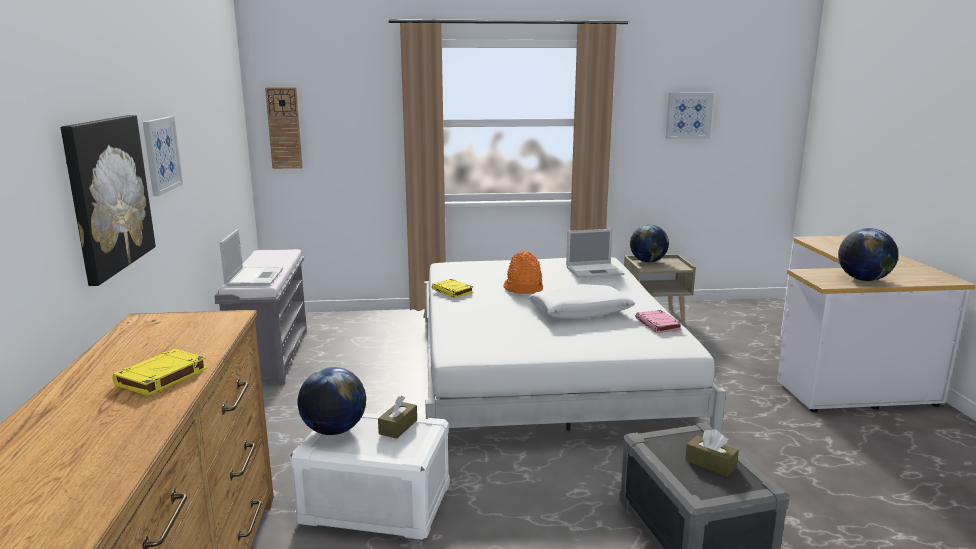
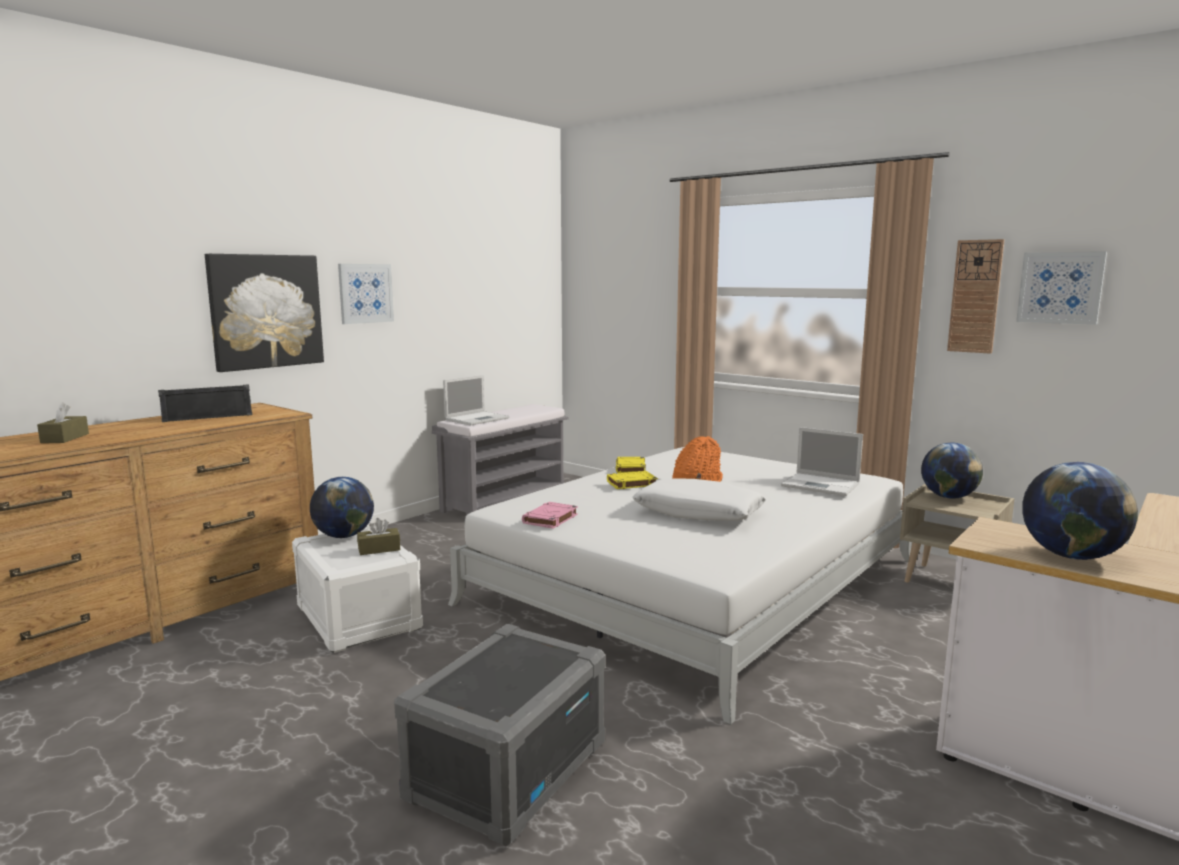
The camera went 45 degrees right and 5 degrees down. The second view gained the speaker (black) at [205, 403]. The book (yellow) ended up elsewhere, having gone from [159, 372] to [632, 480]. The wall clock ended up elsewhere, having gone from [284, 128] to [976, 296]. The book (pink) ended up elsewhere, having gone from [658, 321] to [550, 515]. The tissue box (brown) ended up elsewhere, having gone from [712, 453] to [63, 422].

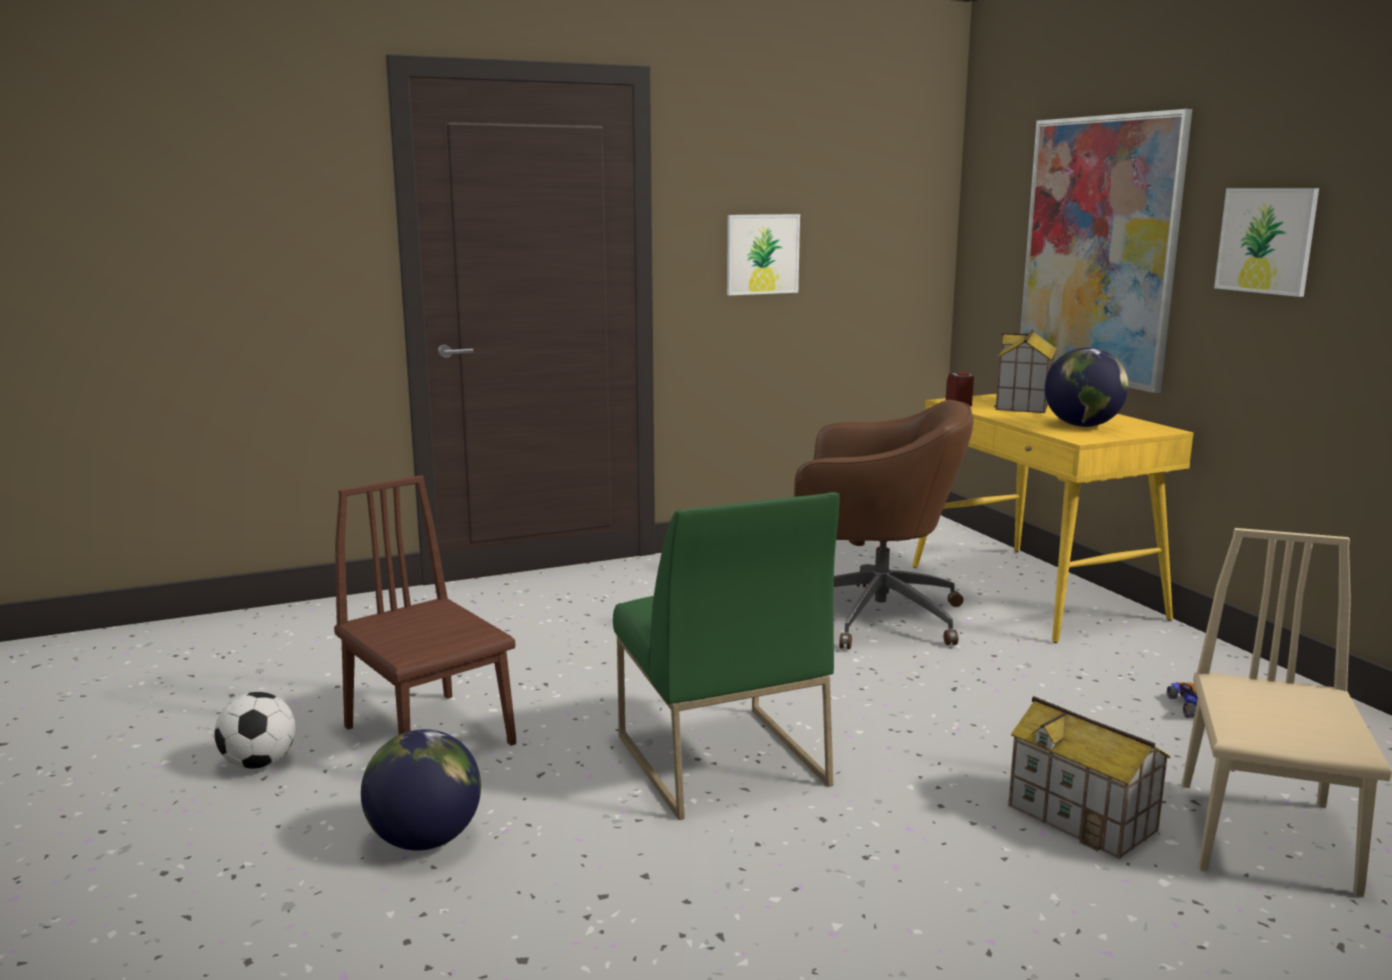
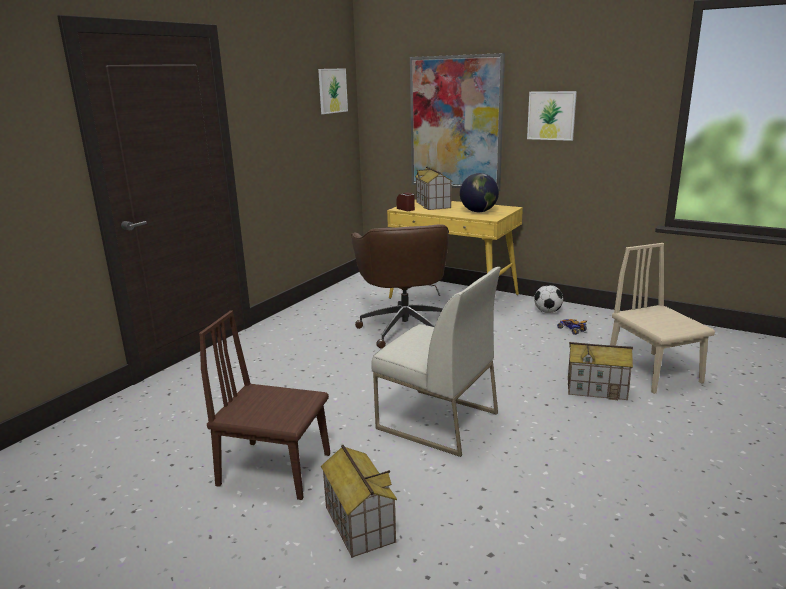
The camera went 35 degrees left and 5 degrees up. The football ended up elsewhere, having gone from [255, 730] to [548, 299]. The picture ended up elsewhere, having gone from [763, 254] to [333, 91]. Where the globe stood at [421, 790], the toy house came to stand at [359, 501]. What was the chair (green) at [726, 656] turned into the chair (white) at [436, 362]. The office chair (brown) at [884, 524] ended up facing another way, 105 degrees clockwise from before.

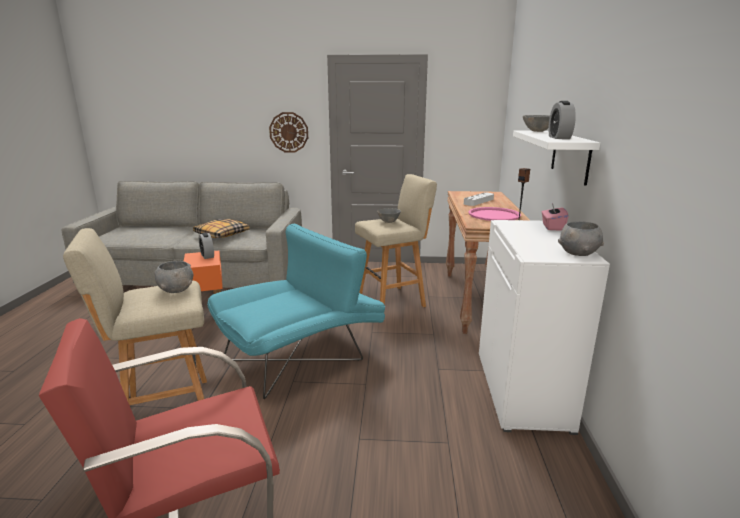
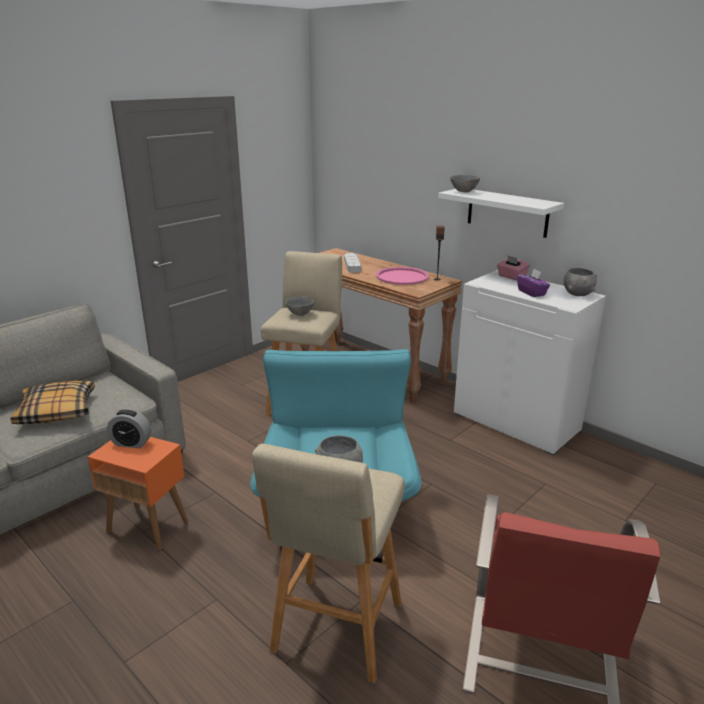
The camera went 50 degrees left and 5 degrees up. The second view lost the wall clock at [288, 132]. The second view lost the alarm clock at [562, 120]. The second view gained the tissue box (purple) at [533, 283].

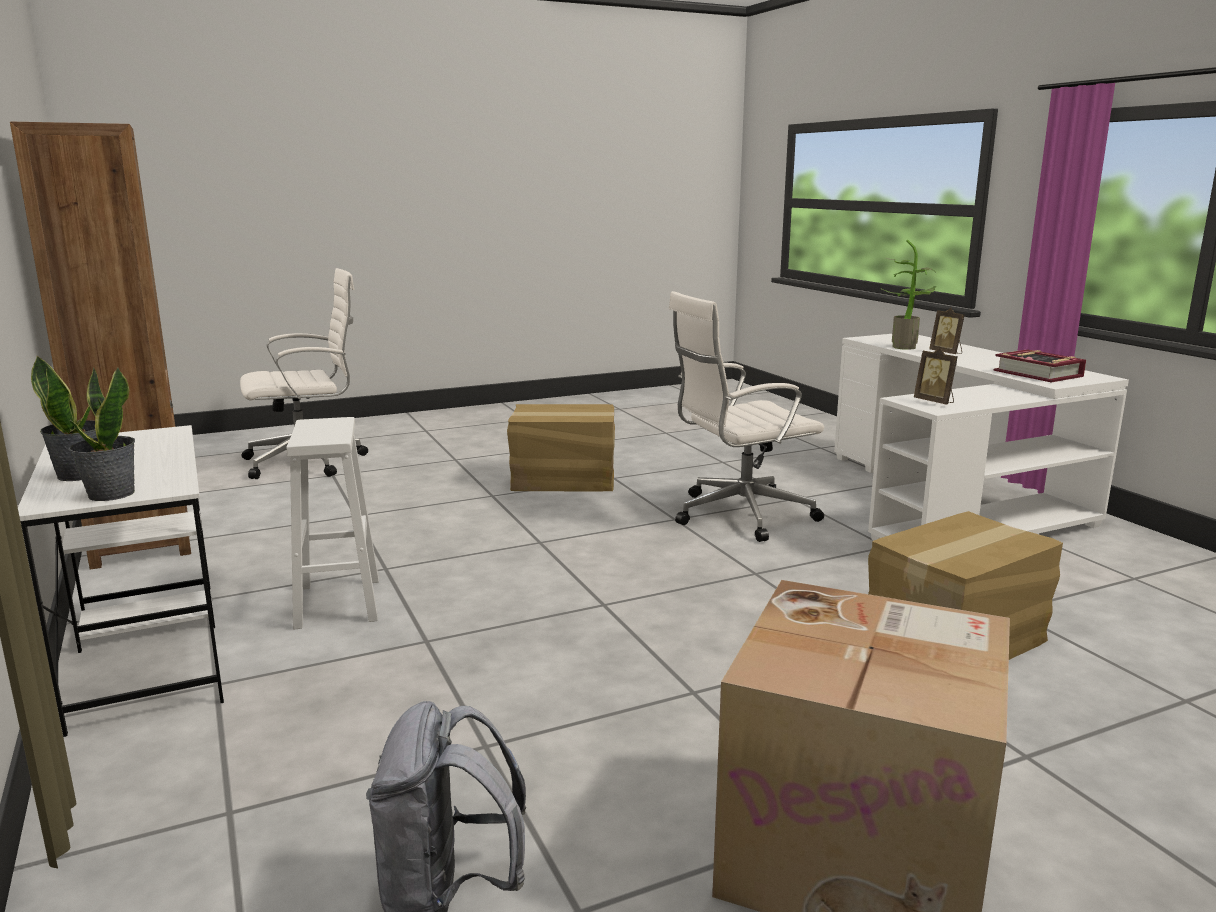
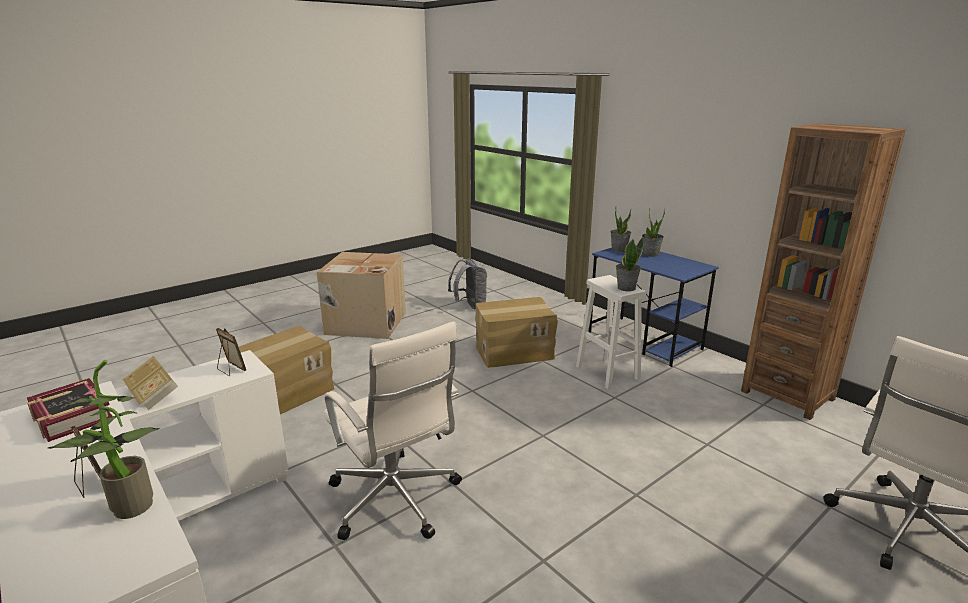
The camera went 165 degrees right and 5 degrees up. The second view gained the book at [150, 383]. The second view gained the potted plant at [629, 264]. The cardboard box ended up elsewhere, having gone from [561, 447] to [516, 332]. What was the desk (white) at [121, 581] turned into the desk (blue) at [654, 307]. The office chair (white) at [746, 416] ended up facing another way, 90 degrees clockwise from before.

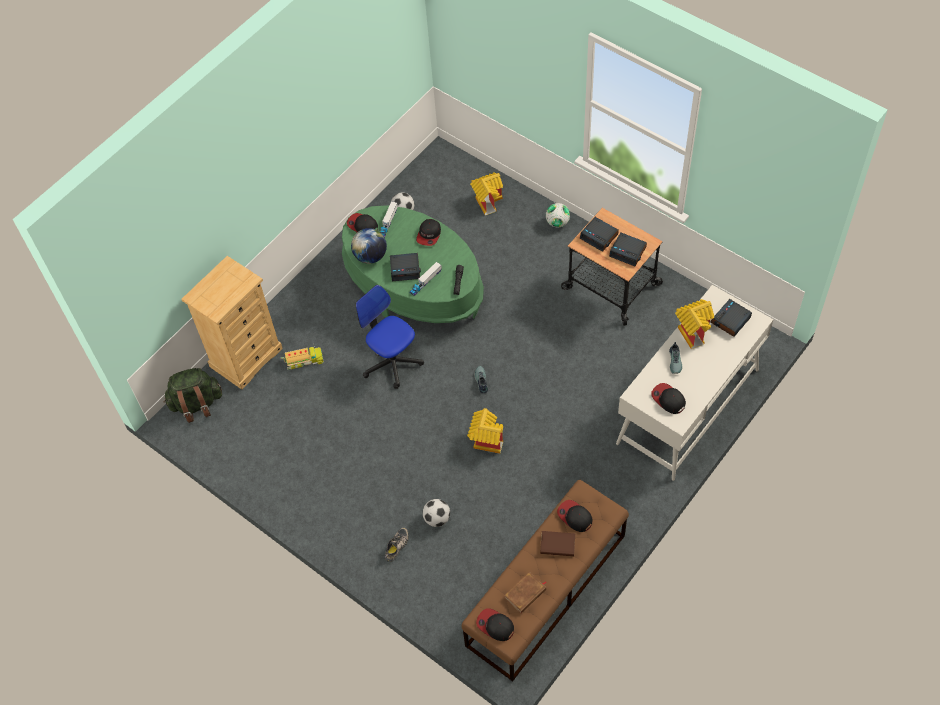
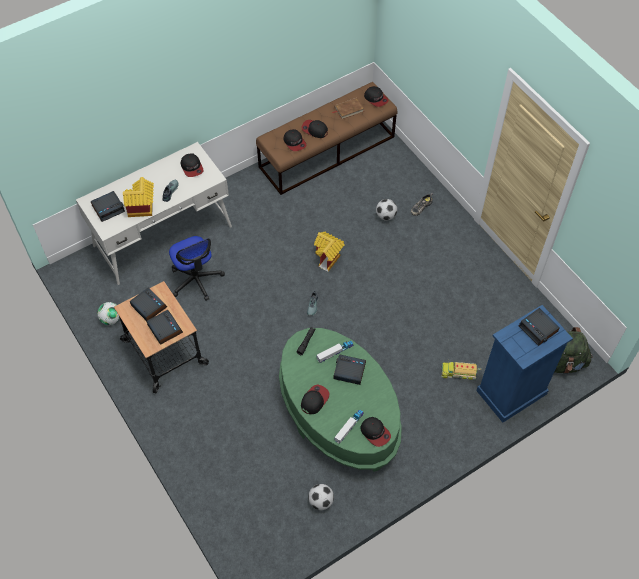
The camera went 165 degrees left and 0 degrees up. The second view lost the globe at [369, 246]. The second view lost the toy house at [486, 193]. The second view gained the alarm clock at [539, 327]. The office chair ended up elsewhere, having gone from [390, 337] to [197, 268]. The football ended up elsewhere, having gone from [558, 215] to [108, 313]. Where the book (brown) stood at [557, 543], the cap came to stand at [314, 129]. What was the dresser (beige) at [232, 323] turned into the dresser (blue) at [524, 364].

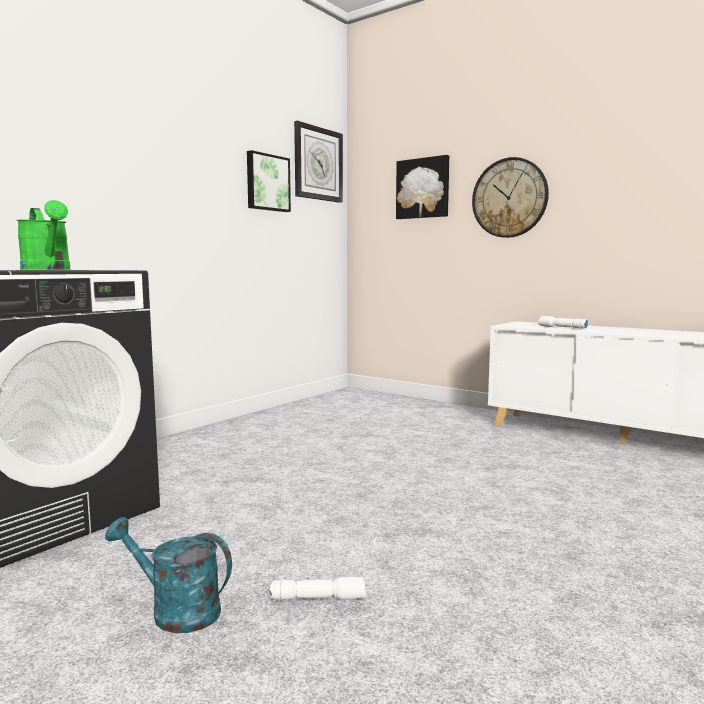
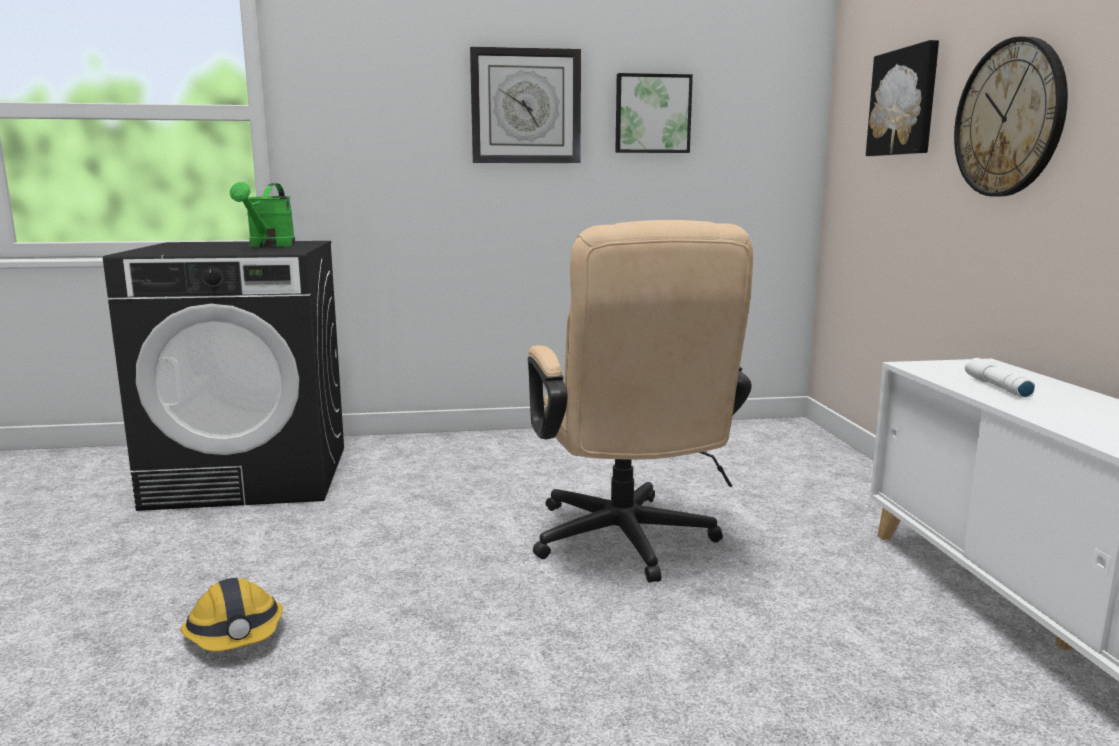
The camera went 45 degrees right and 5 degrees up. The second view lost the watering can (turquoise) at [168, 575]. The second view gained the office chair (beige) at [640, 401]. The wall clock ended up elsewhere, having gone from [318, 162] to [525, 105]. Where the flashlight (white) stood at [318, 588], the hard hat came to stand at [232, 615].

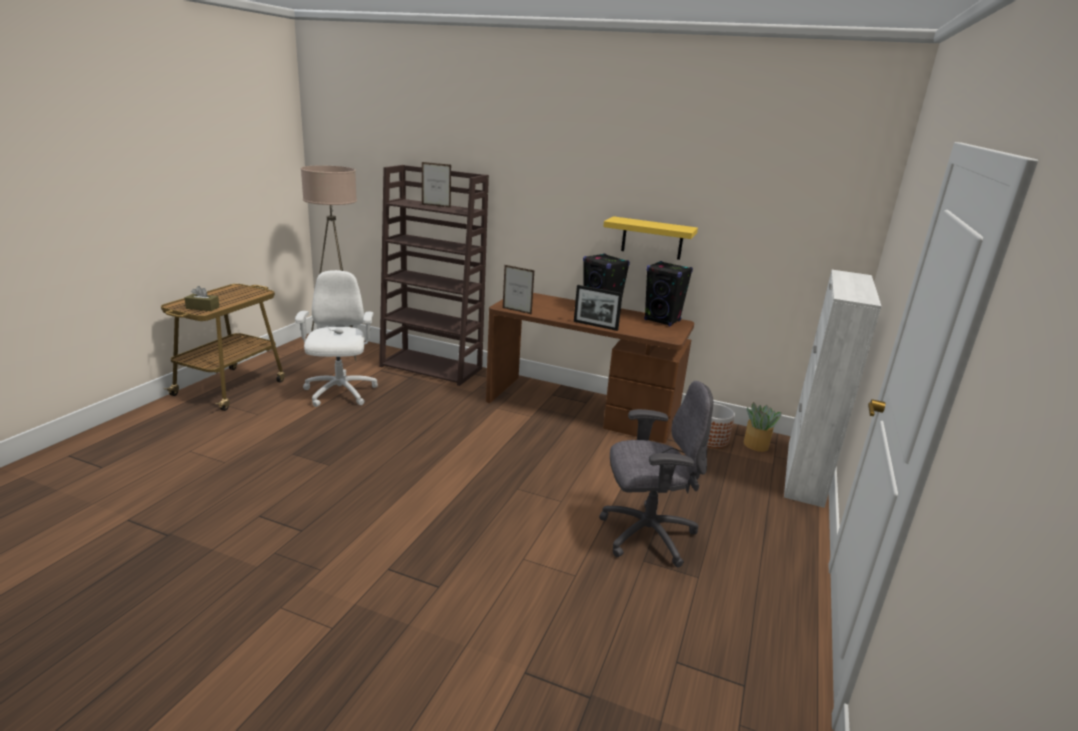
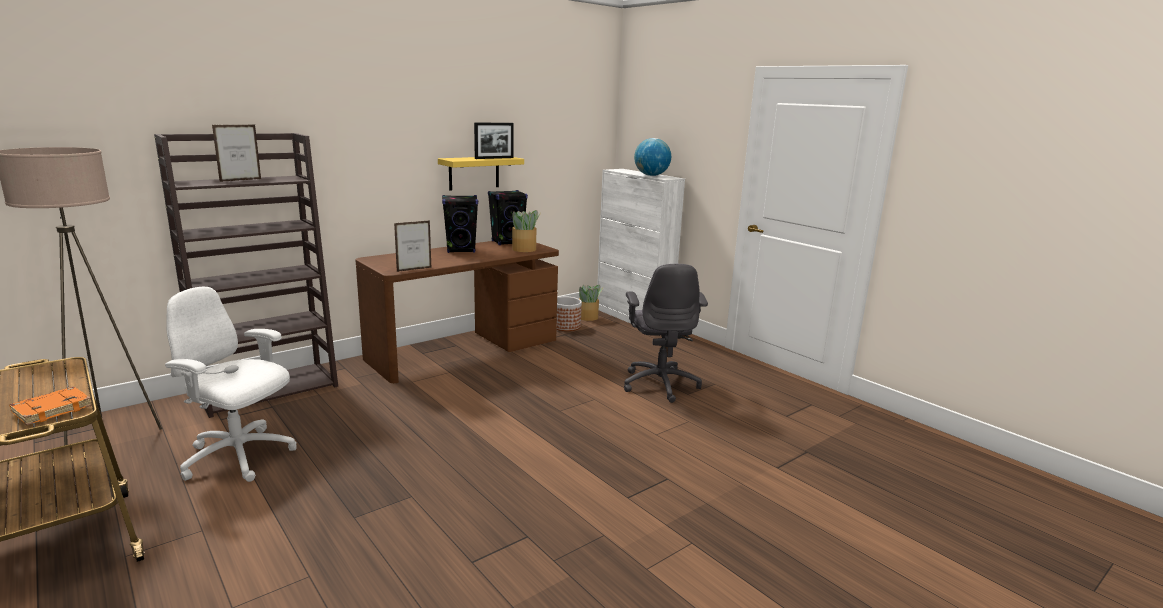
The camera went 60 degrees left and 5 degrees down. The second view gained the potted plant at [526, 231]. The second view gained the globe at [652, 157]. The picture frame ended up elsewhere, having gone from [598, 308] to [494, 141]. Where the tissue box (brown) stood at [202, 298], the book (orange) came to stand at [51, 406]. The office chair (grey) at [656, 474] ended up facing another way, 150 degrees clockwise from before.

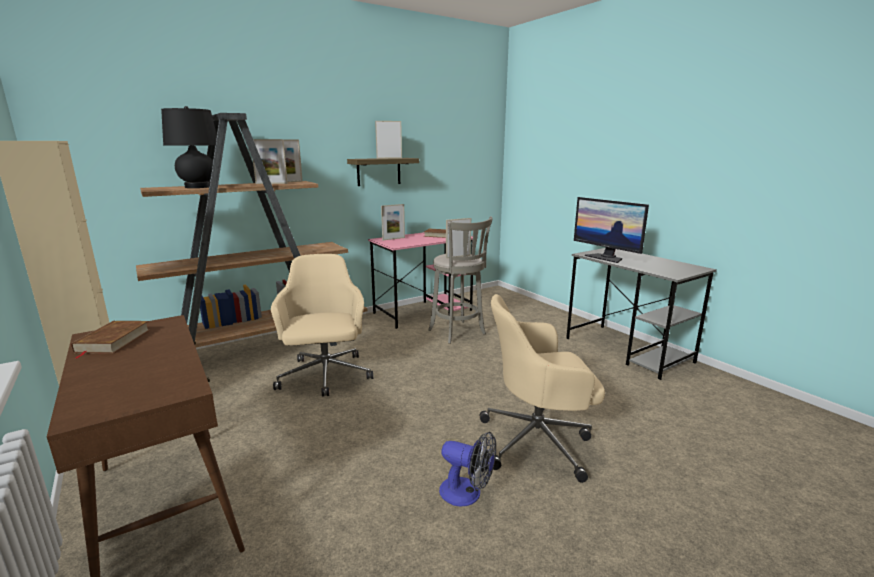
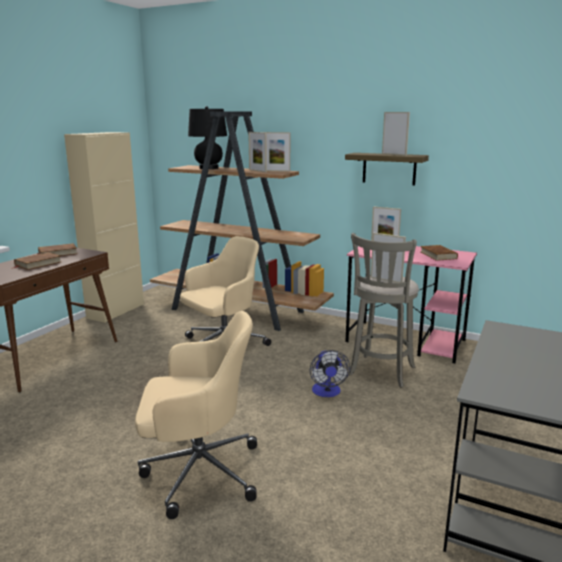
The camera went 60 degrees right and 0 degrees up. The second view lost the monitor at [611, 230]. The second view gained the book (brown) at [36, 261]. The fan ended up elsewhere, having gone from [467, 469] to [330, 373]. The office chair (beige) at [542, 388] ended up facing another way, 120 degrees clockwise from before.

